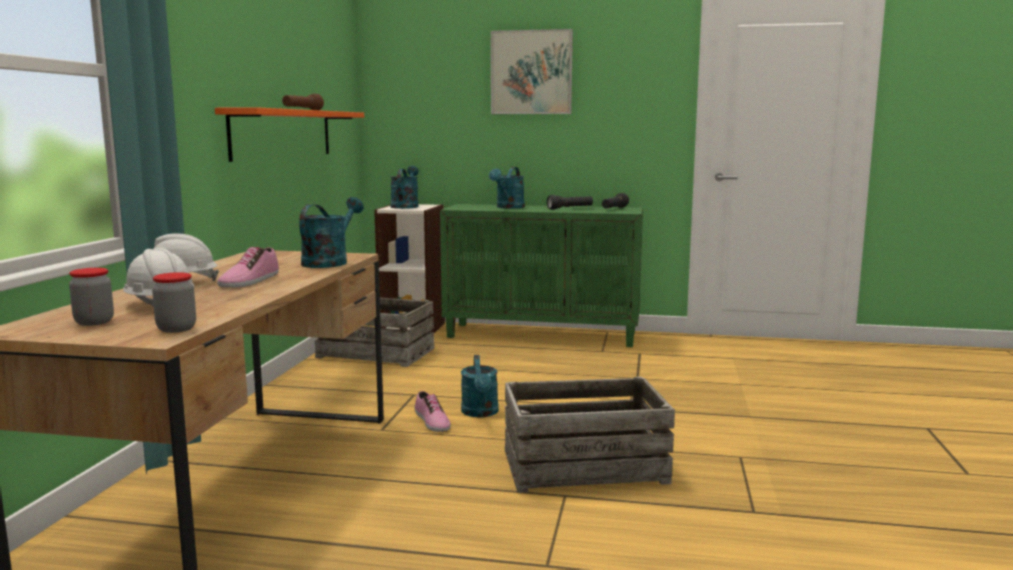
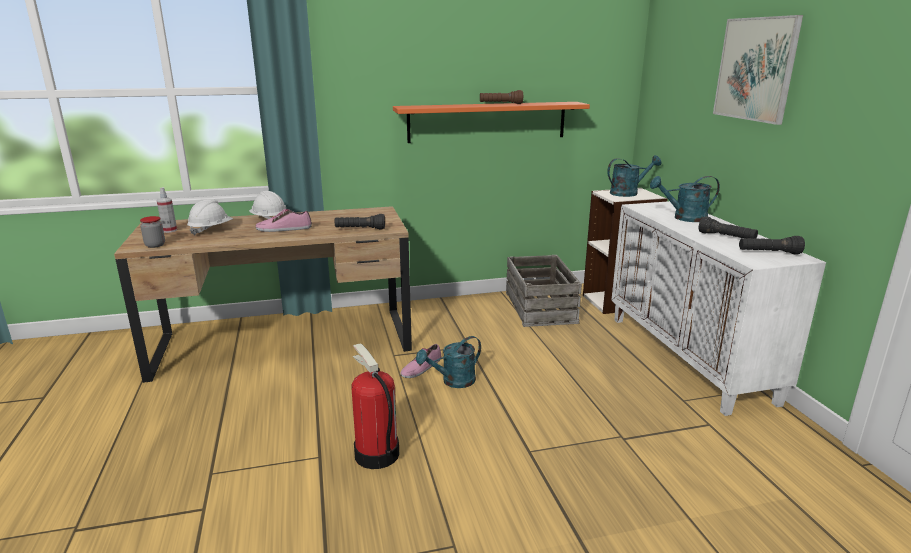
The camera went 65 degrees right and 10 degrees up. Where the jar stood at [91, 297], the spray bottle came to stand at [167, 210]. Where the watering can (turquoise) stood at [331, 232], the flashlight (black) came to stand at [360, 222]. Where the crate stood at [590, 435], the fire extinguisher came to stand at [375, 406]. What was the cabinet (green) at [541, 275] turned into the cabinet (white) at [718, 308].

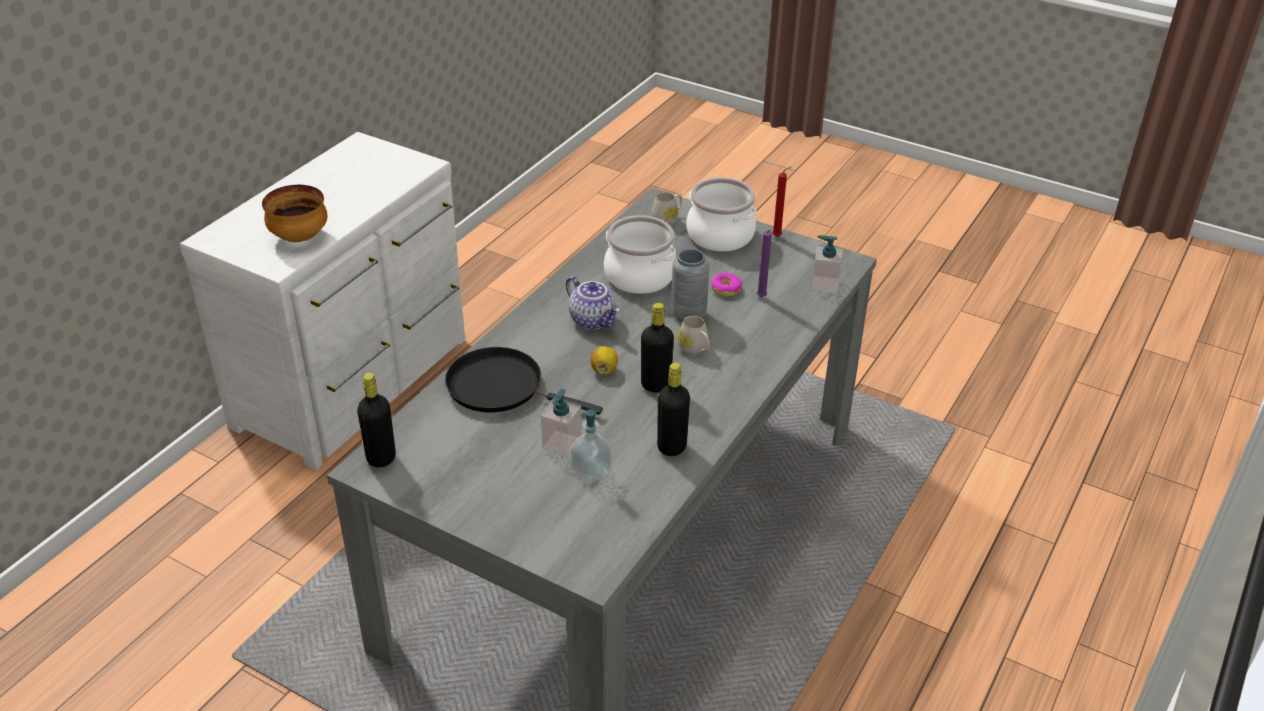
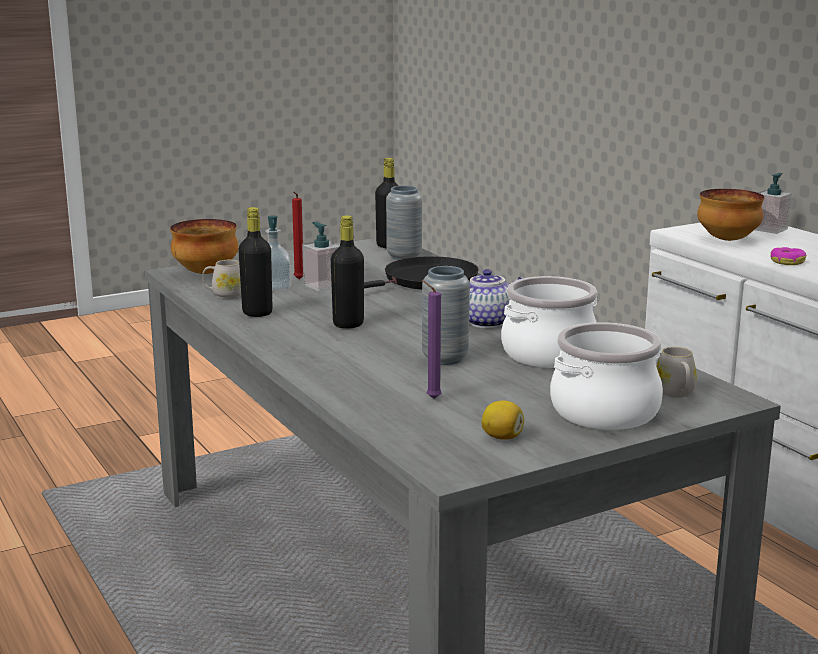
The camera went 120 degrees right and 20 degrees down. The second view gained the bowl at [204, 246]. The second view gained the vase (grey) at [404, 223]. The lemon ended up elsewhere, having gone from [604, 360] to [502, 420]. The mug (white) ended up elsewhere, having gone from [694, 335] to [221, 279]. The donut ended up elsewhere, having gone from [726, 284] to [789, 256]. The candle (red) ended up elsewhere, having gone from [782, 201] to [297, 235]. The soap dispenser ended up elsewhere, having gone from [827, 264] to [773, 203].

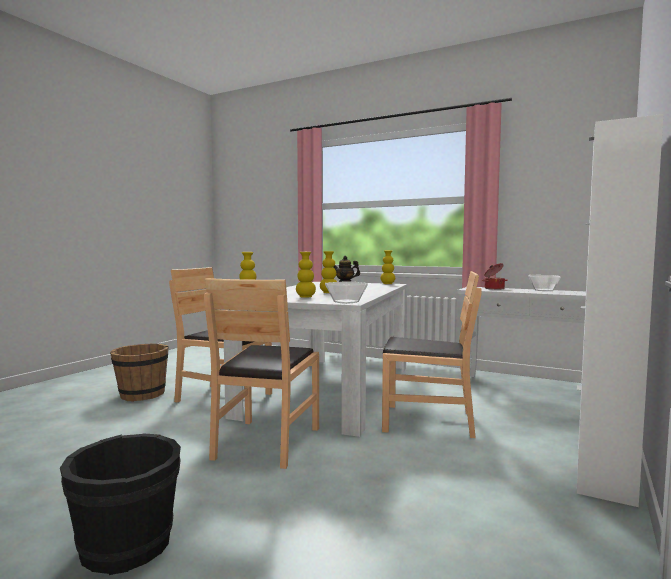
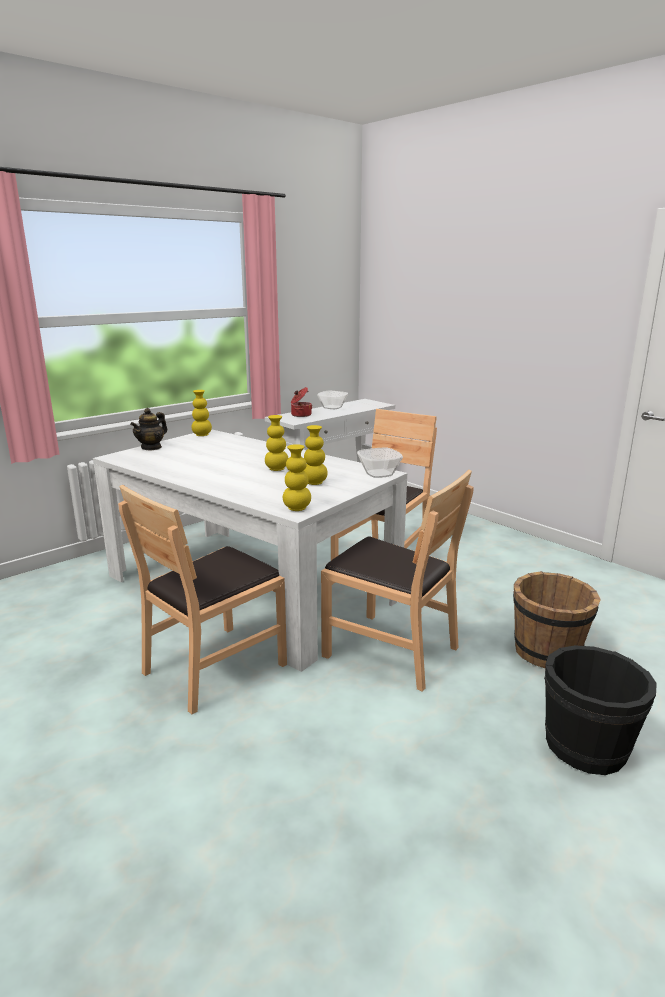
The camera went 70 degrees left and 15 degrees up. The second view lost the cabinet (white) at [620, 310]. The bucket (brown) ended up elsewhere, having gone from [139, 372] to [557, 619].

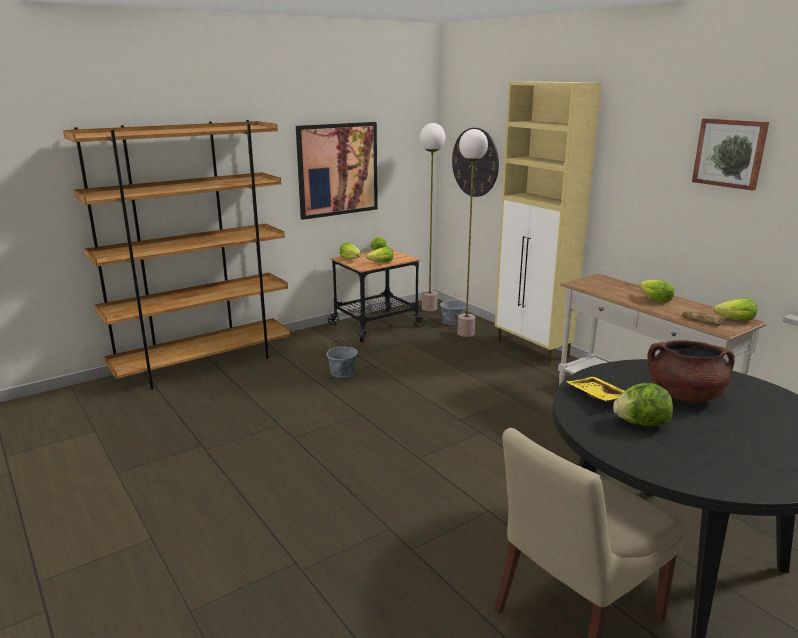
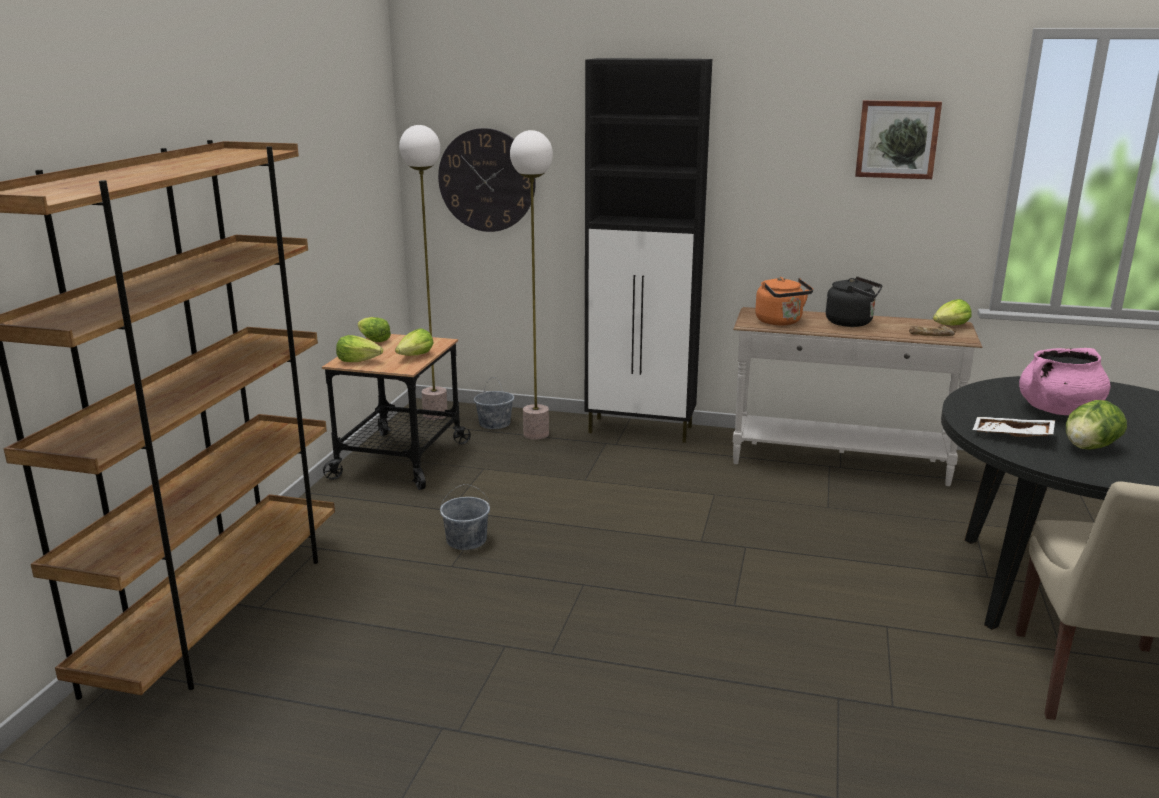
The camera went 40 degrees left and 0 degrees up. The second view lost the picture at [337, 171]. The second view gained the kettle (orange) at [784, 301]. Where the lettuce stood at [656, 291], the kettle (black) came to stand at [854, 302]. What was the cabinet (beige) at [548, 223] turned into the cabinet (black) at [648, 250]. What was the tray (yellow) at [595, 389] turned into the tray (white) at [1014, 427]. What was the cooking pot (brown) at [691, 371] turned into the cooking pot (pink) at [1064, 381].

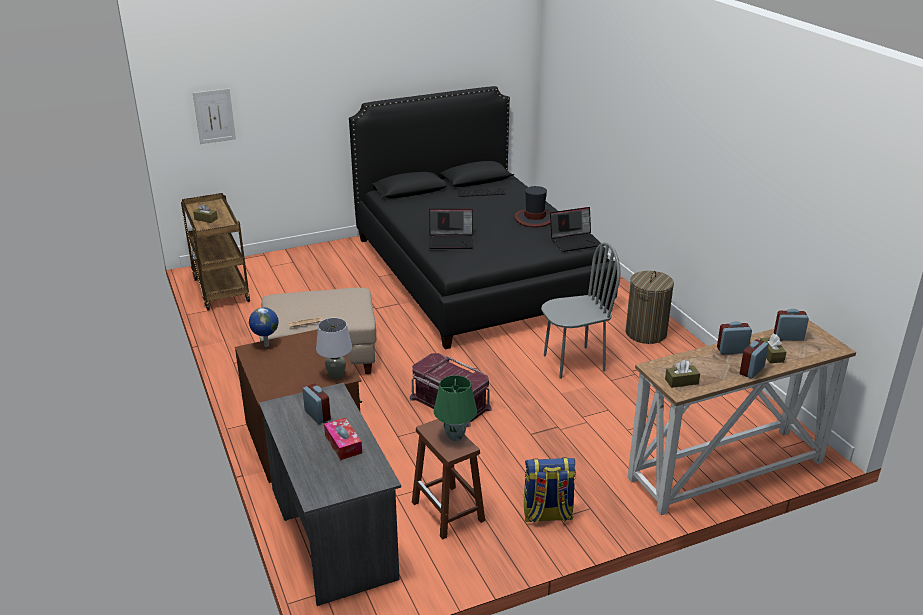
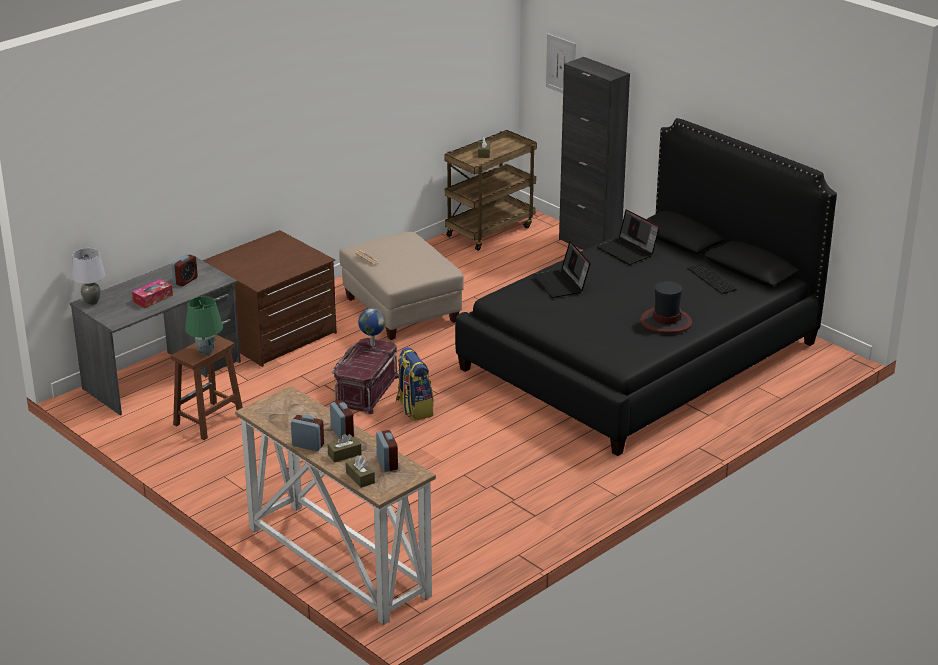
The camera went 70 degrees right and 0 degrees up. The second view lost the chair (grey) at [581, 310]. The second view lost the laundry basket at [650, 307]. The second view gained the cabinet (black) at [594, 153]. The globe ended up elsewhere, having gone from [264, 327] to [372, 327]. The table lamp (grey) ended up elsewhere, having gone from [334, 348] to [89, 276]. The backpack ended up elsewhere, having gone from [550, 490] to [414, 384]. The laptop ended up elsewhere, having gone from [575, 229] to [628, 237]. The tissue box (brown) ended up elsewhere, having gone from [682, 374] to [360, 471].

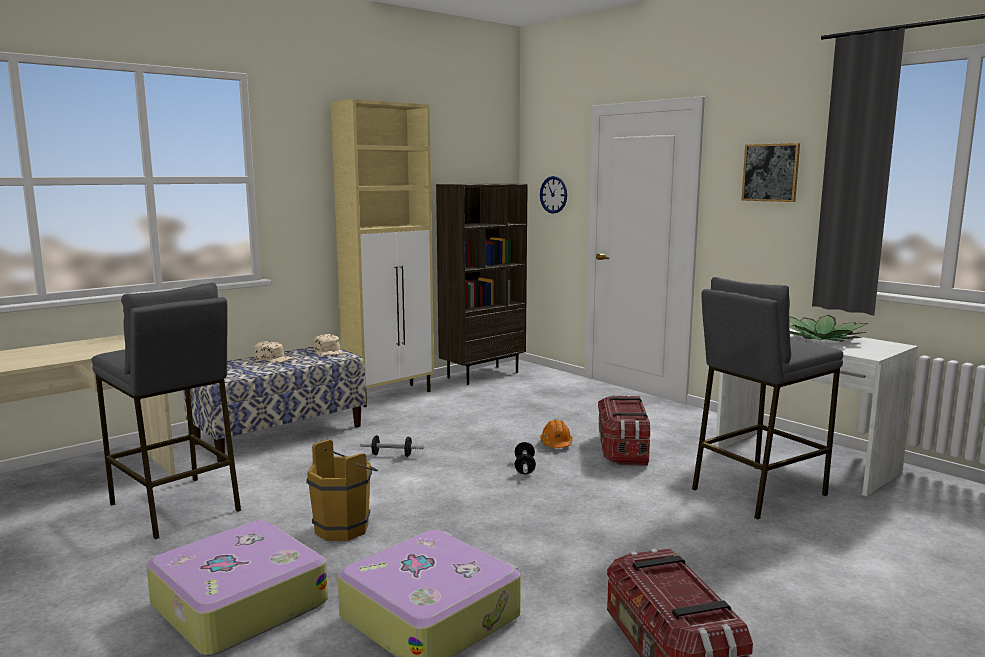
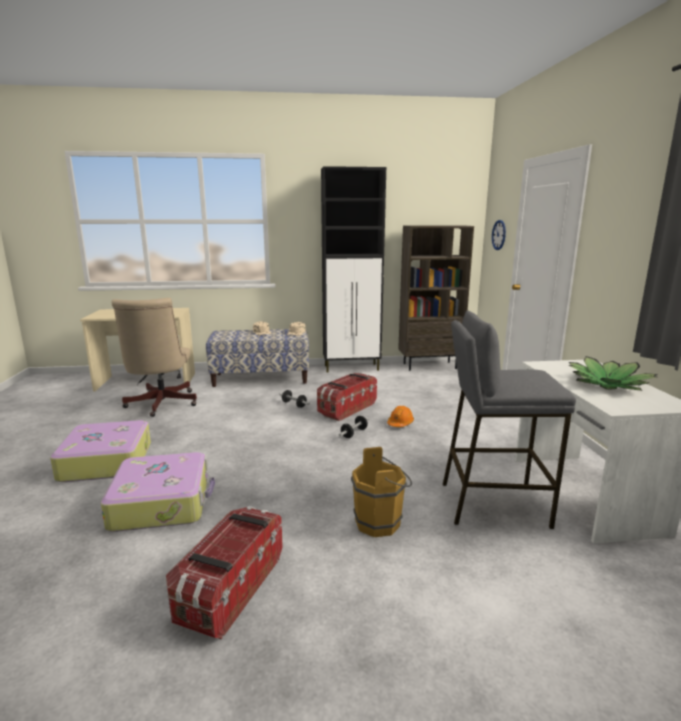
The camera went 35 degrees right and 5 degrees up. The second view lost the picture at [771, 172]. The bucket (brown) ended up elsewhere, having gone from [342, 490] to [381, 492]. The storage box ended up elsewhere, having gone from [624, 430] to [347, 397]. Where the stool (grey) stood at [166, 410], the office chair (beige) came to stand at [154, 357]. What was the cabinet (beige) at [382, 253] turned into the cabinet (black) at [353, 269].

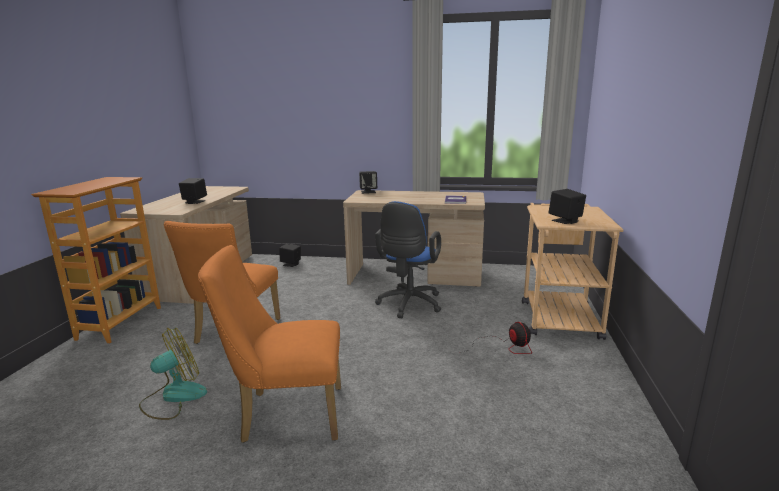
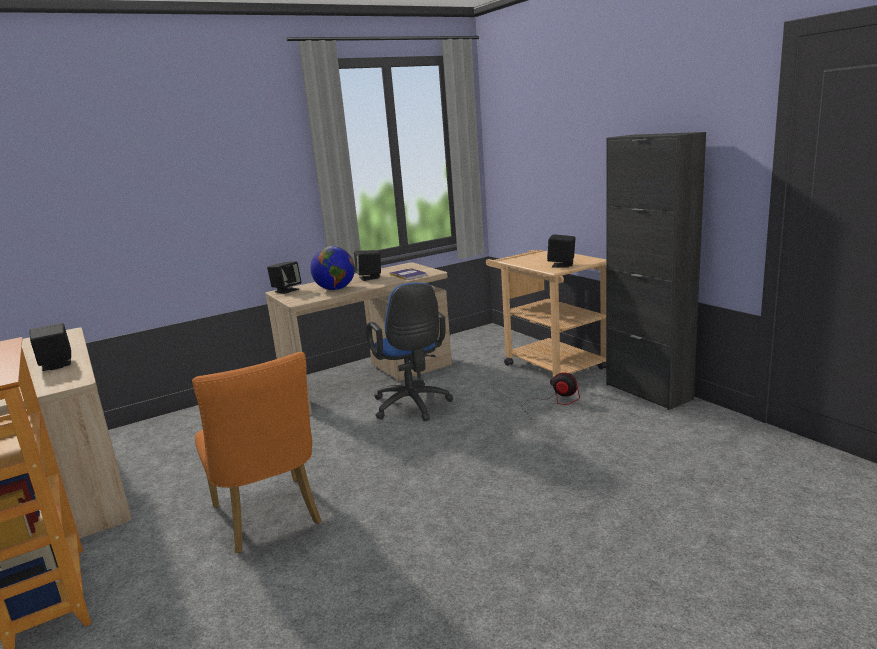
The camera went 40 degrees left and 0 degrees up. The second view lost the fan at [173, 373]. The second view lost the chair (orange) at [269, 344]. The second view gained the globe at [332, 268]. The second view gained the cabinet (black) at [656, 271]. The speaker (black) ended up elsewhere, having gone from [290, 255] to [367, 265].

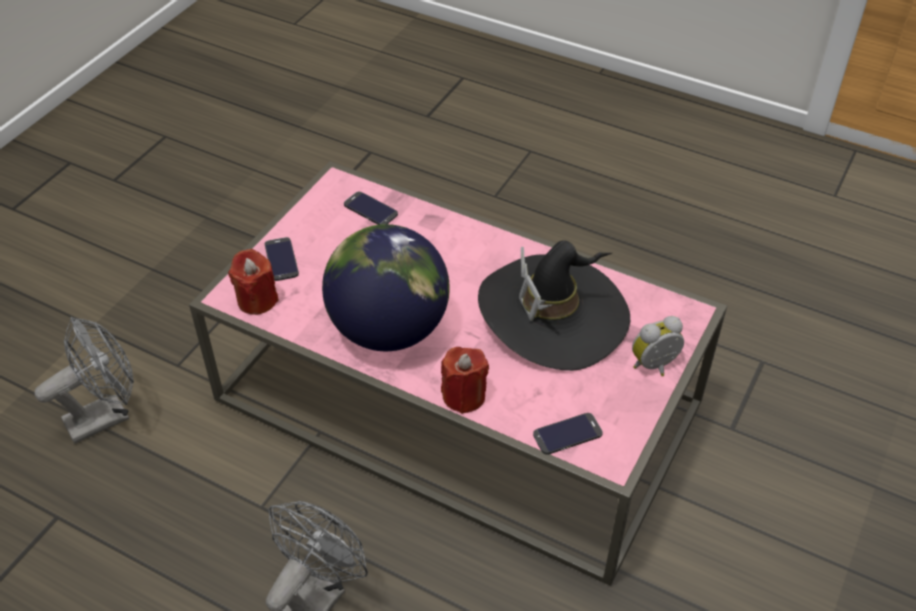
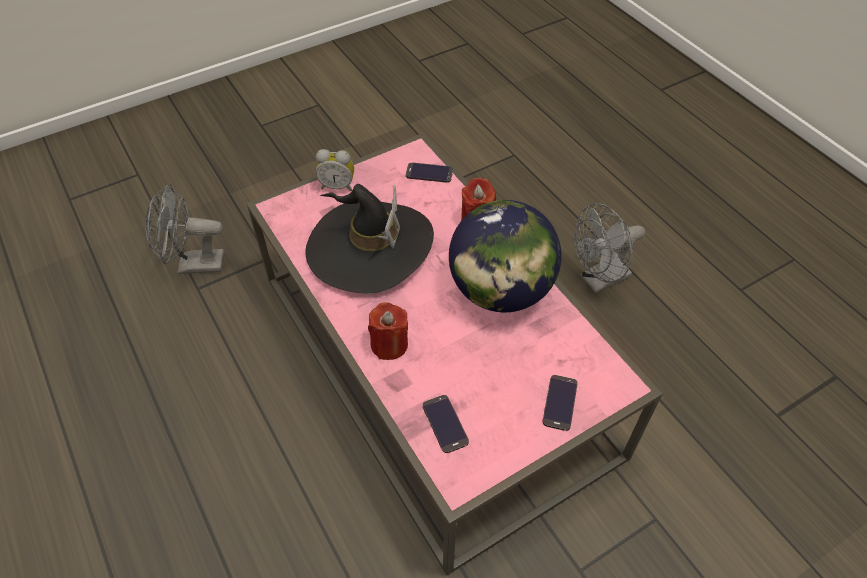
The camera went 150 degrees left and 5 degrees up. The fan (grey) ended up elsewhere, having gone from [84, 380] to [185, 229]. The candle (red) ended up elsewhere, having gone from [253, 282] to [388, 331].

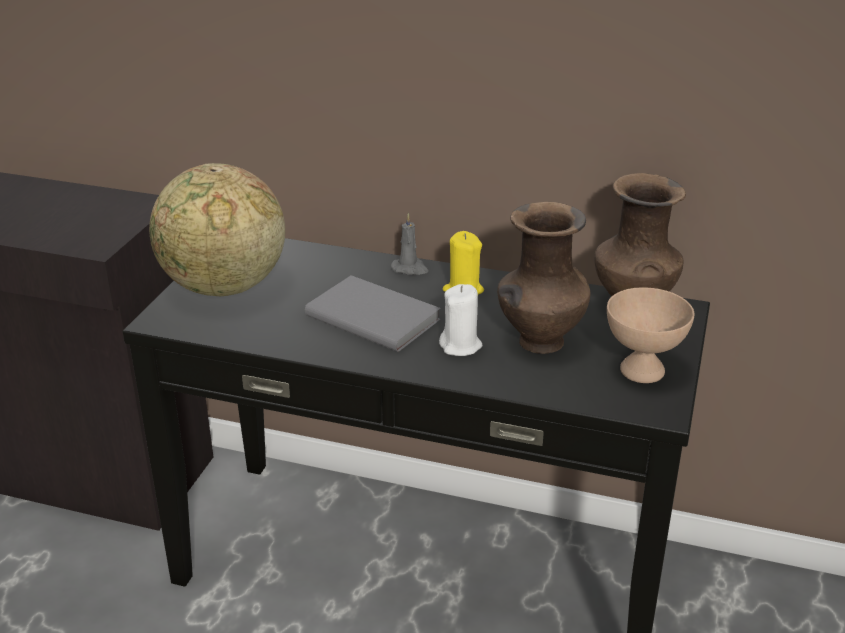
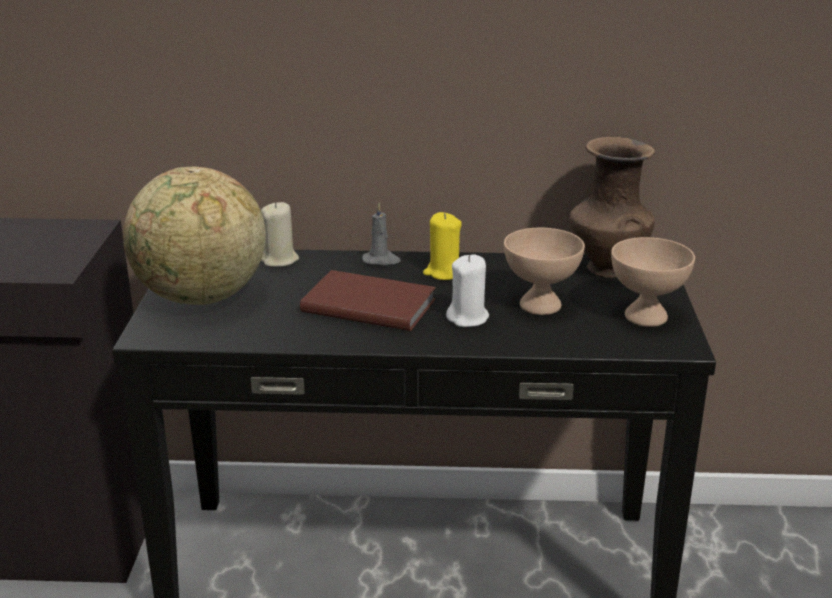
The camera went 15 degrees left and 5 degrees down. The second view gained the candle (beige) at [280, 234]. Where the vase (brown) stood at [543, 278], the bowl (beige) came to stand at [544, 271]. What was the book (grey) at [373, 313] turned into the book (brown) at [368, 300].

